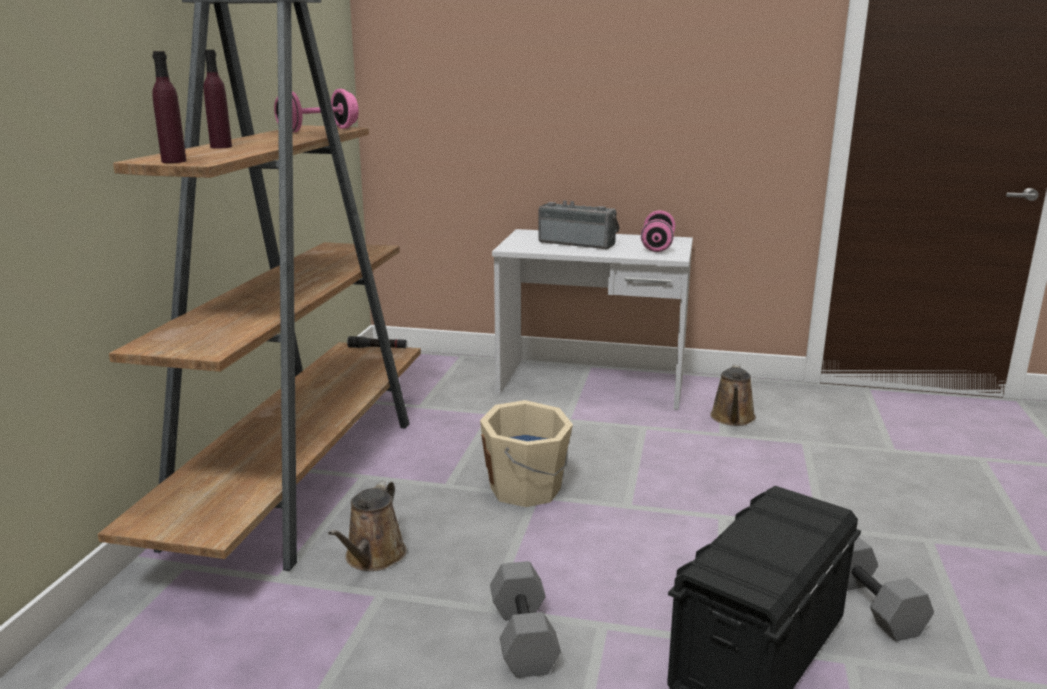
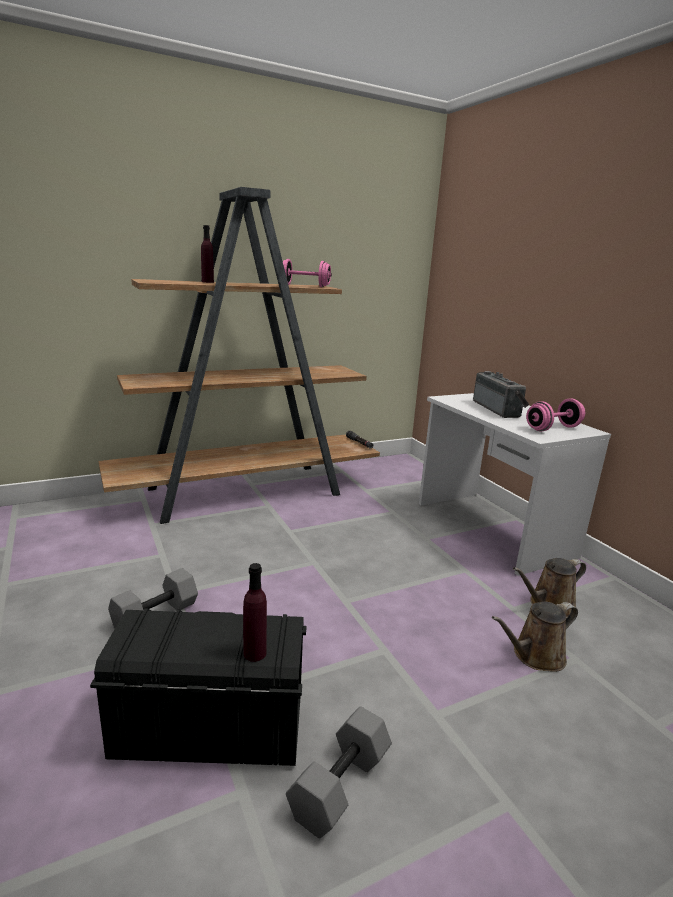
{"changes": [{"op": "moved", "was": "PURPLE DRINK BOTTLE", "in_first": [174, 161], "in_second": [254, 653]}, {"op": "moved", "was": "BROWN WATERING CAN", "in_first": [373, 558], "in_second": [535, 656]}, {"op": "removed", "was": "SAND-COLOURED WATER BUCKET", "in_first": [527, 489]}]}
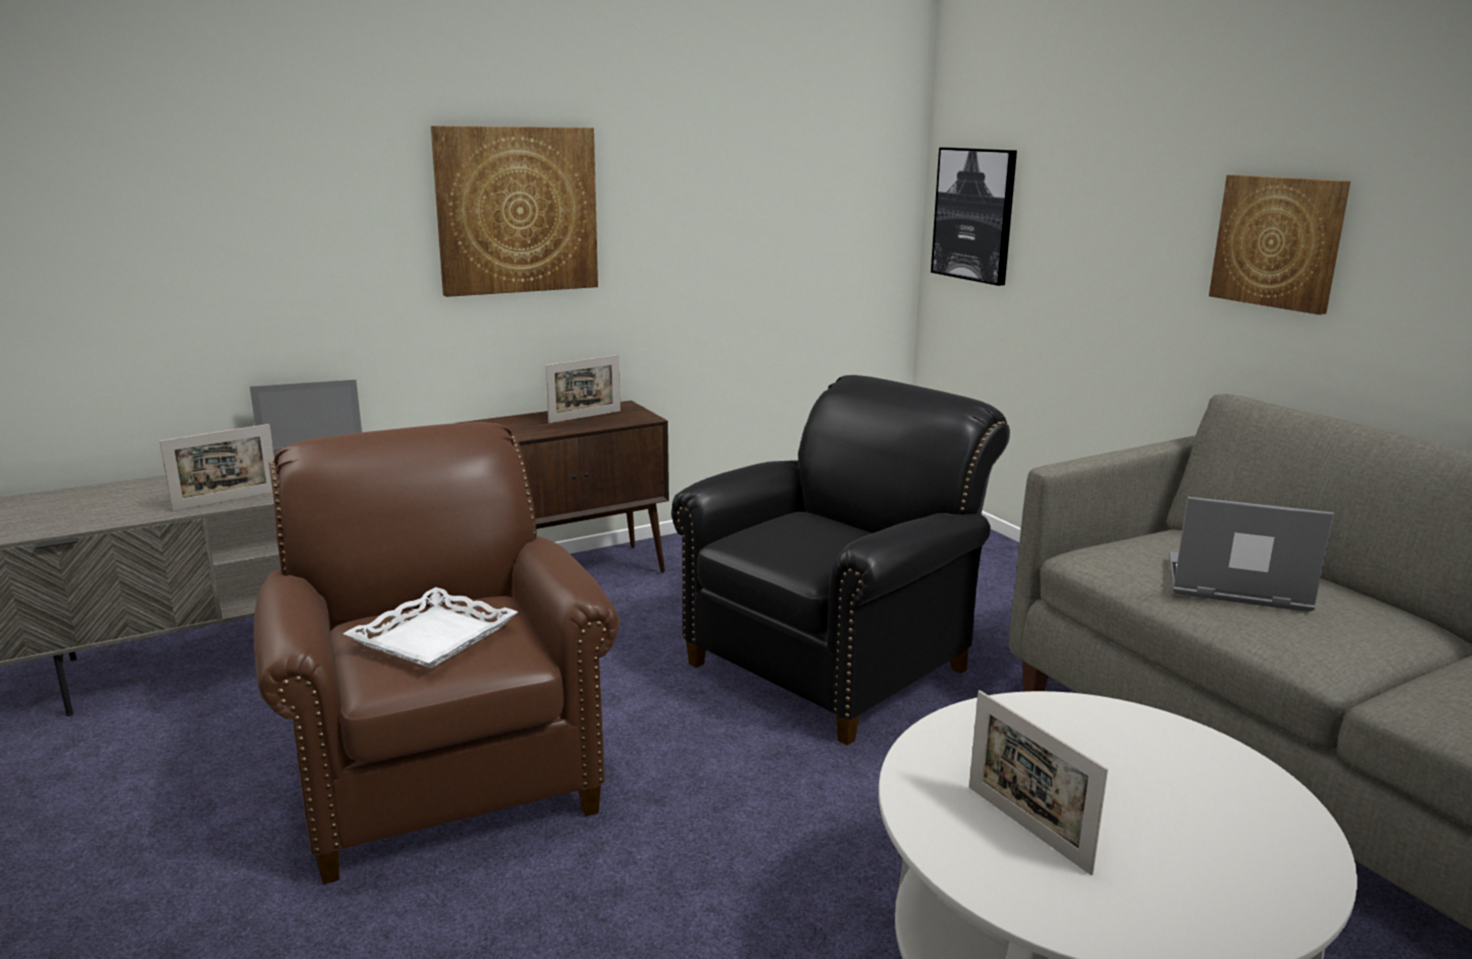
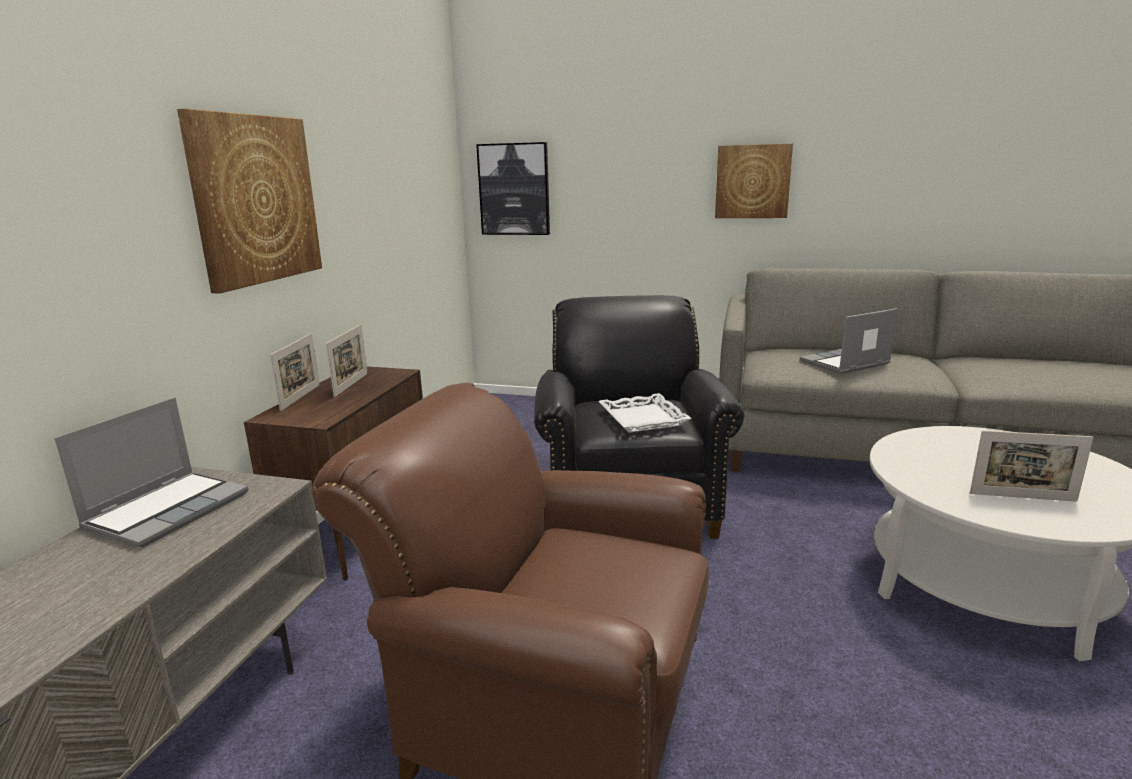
{"changes": [{"op": "moved", "was": "PICTURE FRAME", "in_first": [226, 501], "in_second": [300, 397]}, {"op": "moved", "was": "WHITISH CARRYING TRAY", "in_first": [434, 638], "in_second": [643, 418]}]}
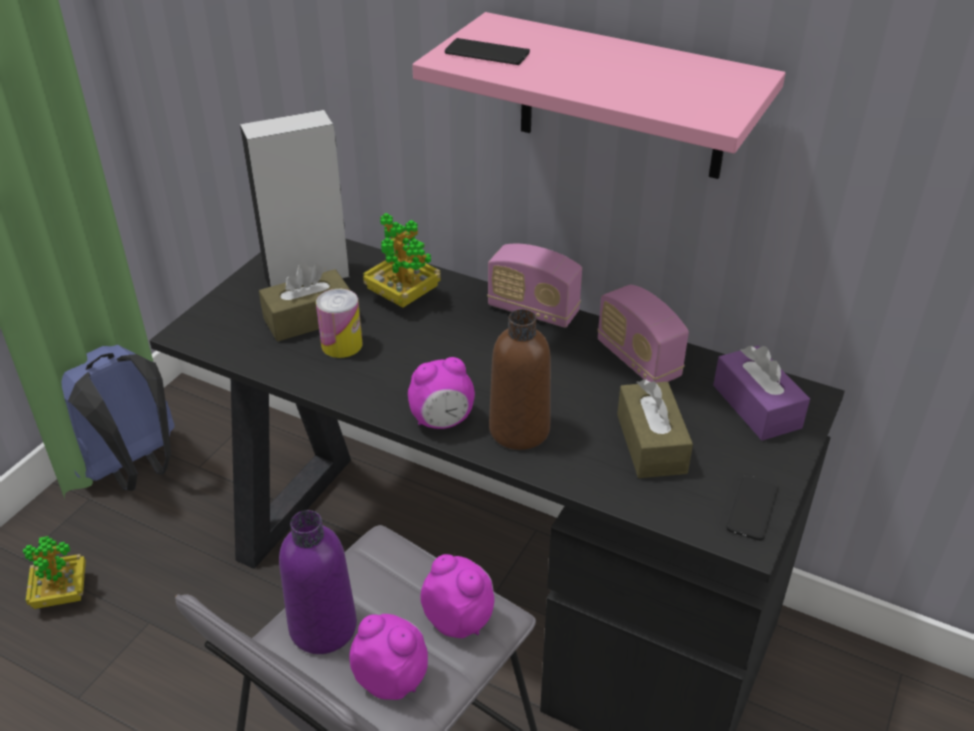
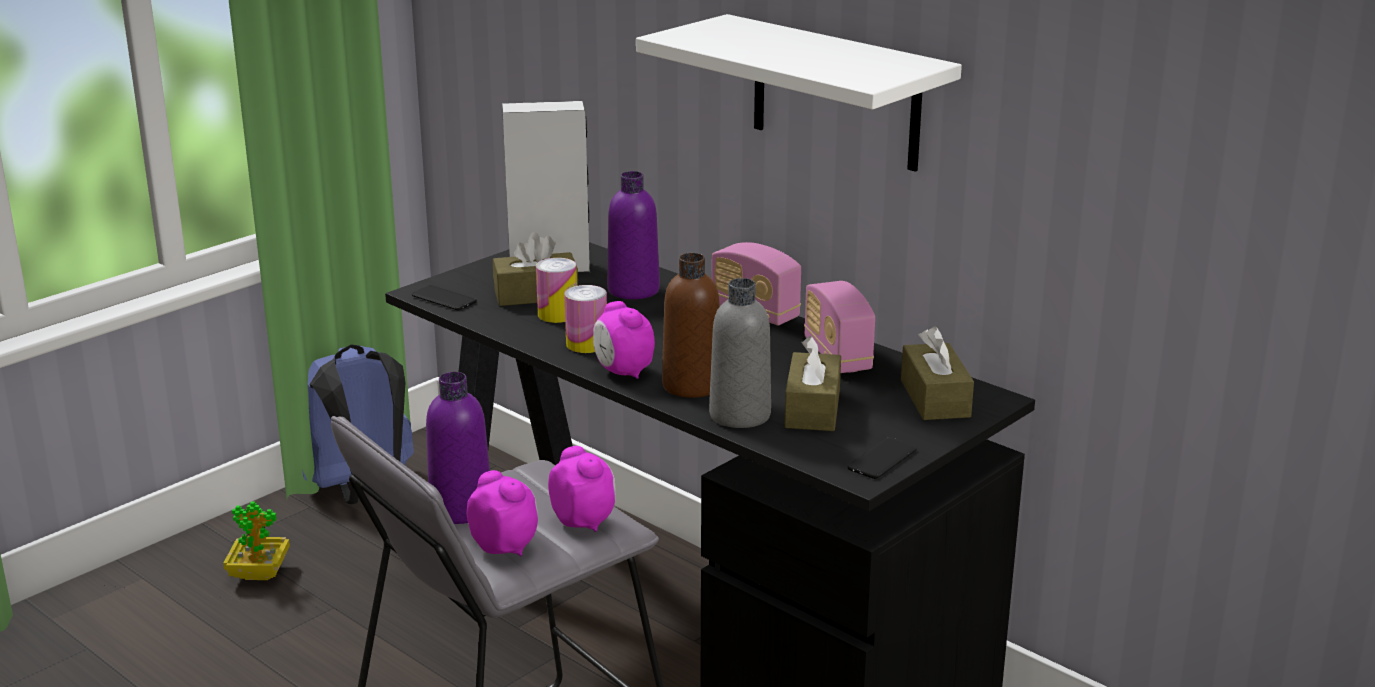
{"changes": [{"op": "replaced", "was": "POTTED PLANT", "now": "PURPLE DRINK BOTTLE", "in_first": [403, 297], "in_second": [633, 290]}, {"op": "turned", "was": "TABLE CLOCK", "in_first": [442, 421], "in_second": [623, 372], "clockwise": 60}, {"op": "recoloured", "was": "PINKISH BRACKET SHELF", "now": "WHITISH BRACKET SHELF", "in_first": [622, 98], "in_second": [836, 93]}, {"op": "moved", "was": "PHONE", "in_first": [487, 53], "in_second": [444, 299]}, {"op": "recoloured", "was": "PURPLE BOX OF TISSUES", "now": "BROWN BOX OF TISSUES", "in_first": [756, 406], "in_second": [935, 398]}, {"op": "added", "now": "CAN", "in_second": [586, 344]}, {"op": "added", "now": "GRAY DRINK BOTTLE", "in_second": [740, 415]}]}
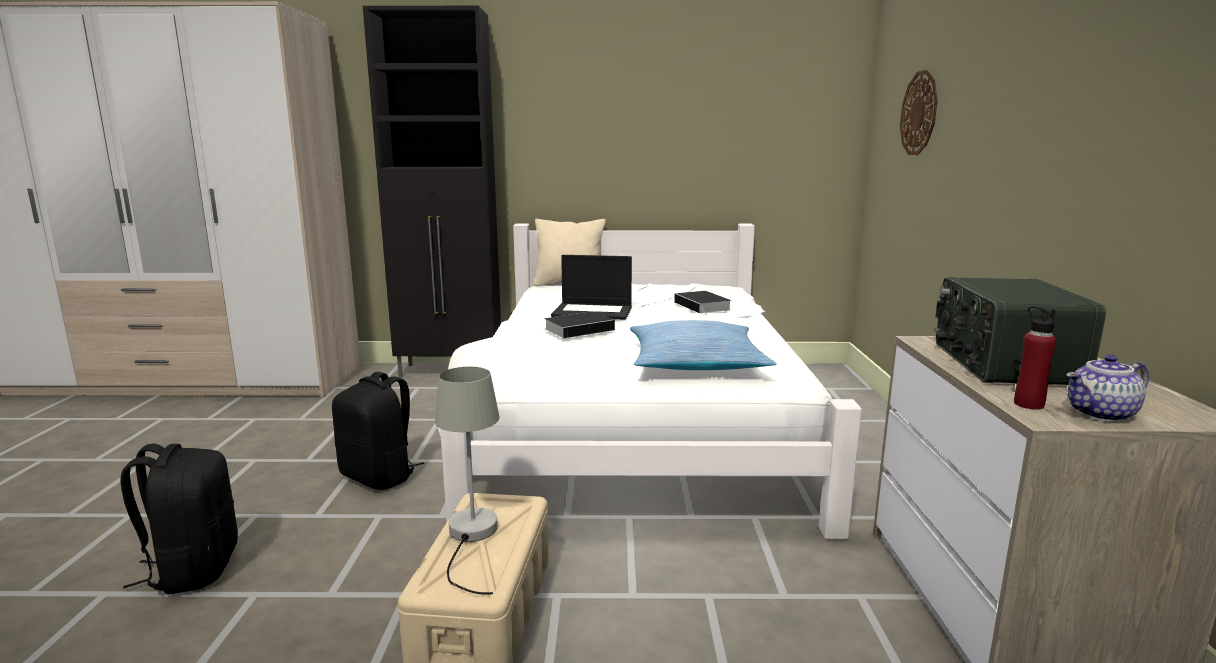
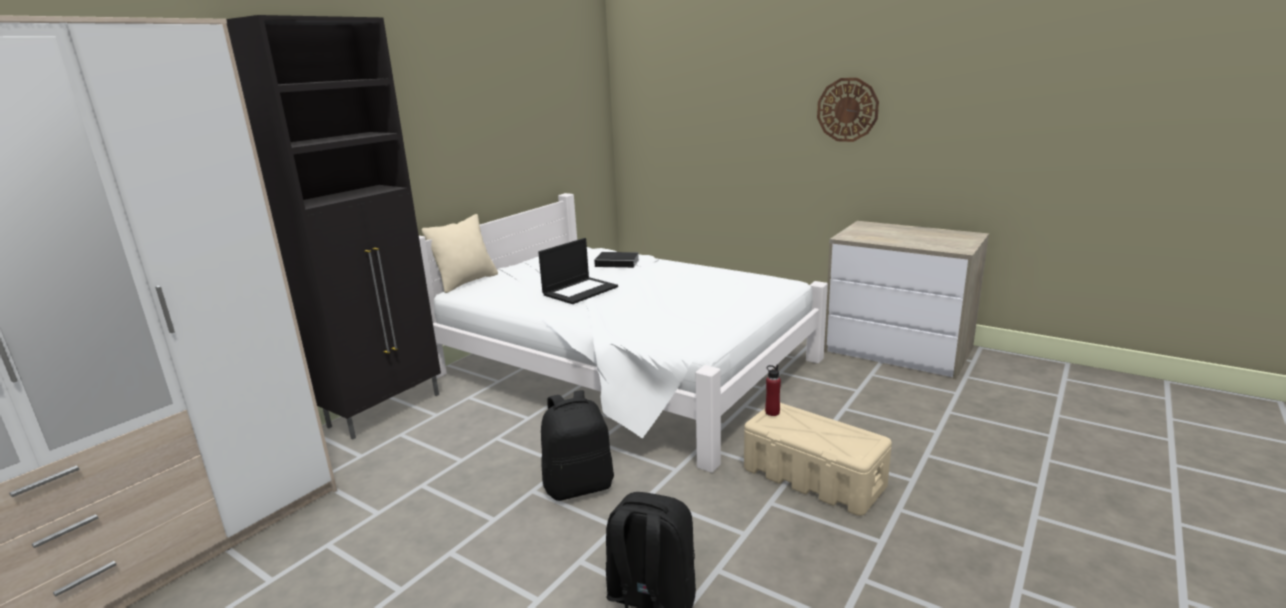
{"changes": [{"op": "removed", "was": "GRAY TABLE LAMP", "in_first": [471, 537]}, {"op": "removed", "was": "VOLUME", "in_first": [580, 329]}, {"op": "removed", "was": "PILLOW", "in_first": [695, 363]}, {"op": "moved", "was": "HANGING CLOCK", "in_first": [919, 113], "in_second": [847, 110]}, {"op": "removed", "was": "RADIO SET", "in_first": [1002, 364]}, {"op": "moved", "was": "RED DRINK BOTTLE", "in_first": [1028, 404], "in_second": [772, 412]}, {"op": "removed", "was": "TEA POT", "in_first": [1102, 414]}]}
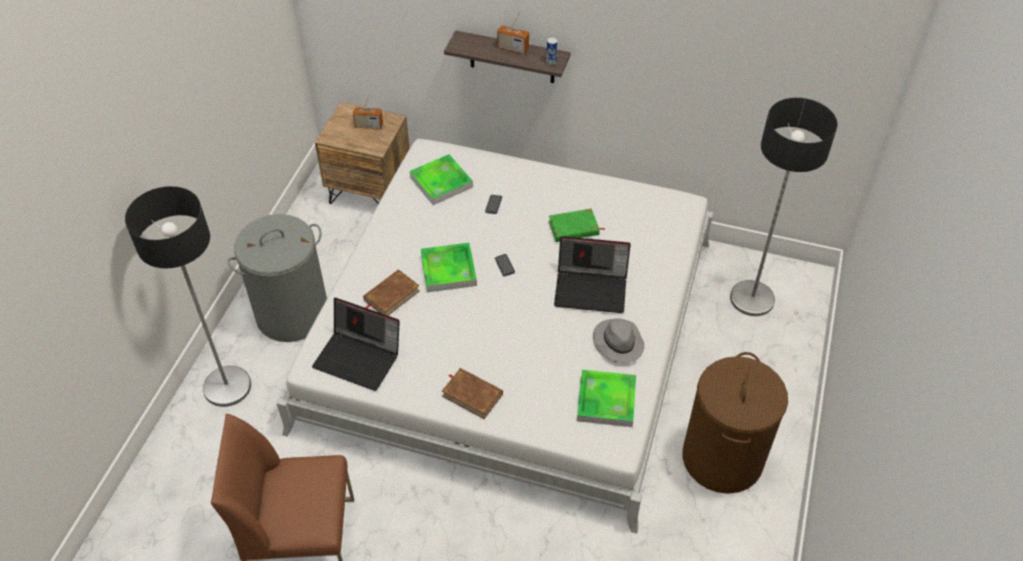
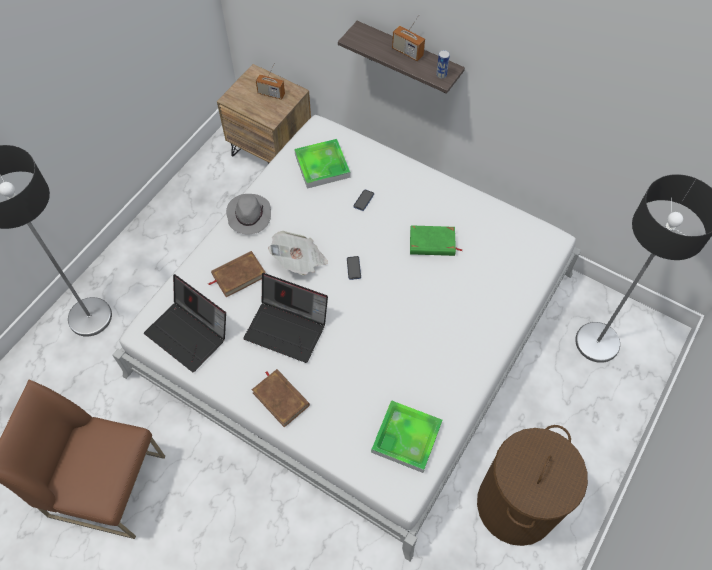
{"changes": [{"op": "removed", "was": "GRAY WASHING BASKET", "in_first": [292, 313]}, {"op": "replaced", "was": "CARRYING TRAY", "now": "PRINTED PAPER", "in_first": [448, 270], "in_second": [299, 261]}, {"op": "moved", "was": "NOTEBOOK COMPUTER", "in_first": [592, 288], "in_second": [288, 328]}, {"op": "moved", "was": "GRAY HAT", "in_first": [618, 342], "in_second": [249, 215]}]}
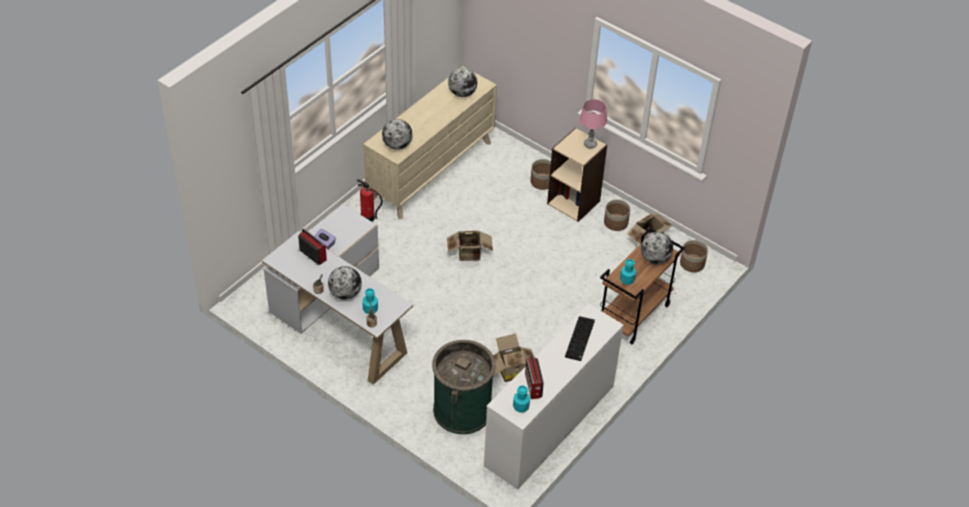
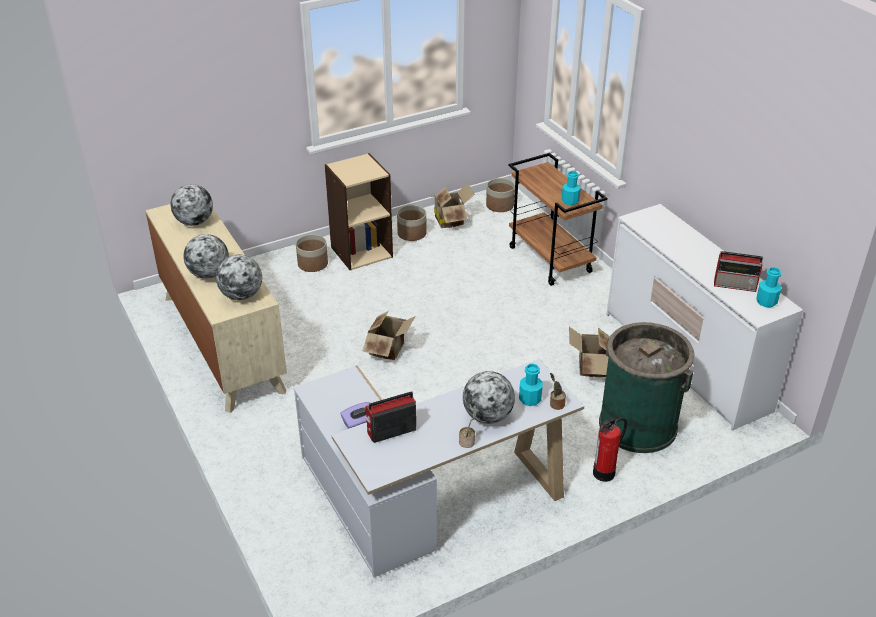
{"changes": [{"op": "moved", "was": "EXTINGUISHER", "in_first": [367, 218], "in_second": [604, 473]}, {"op": "removed", "was": "KEYBOARD", "in_first": [580, 339]}, {"op": "removed", "was": "PINKISH TABLE LAMP", "in_first": [590, 144]}, {"op": "moved", "was": "DESK GLOBE", "in_first": [655, 259], "in_second": [209, 274]}]}
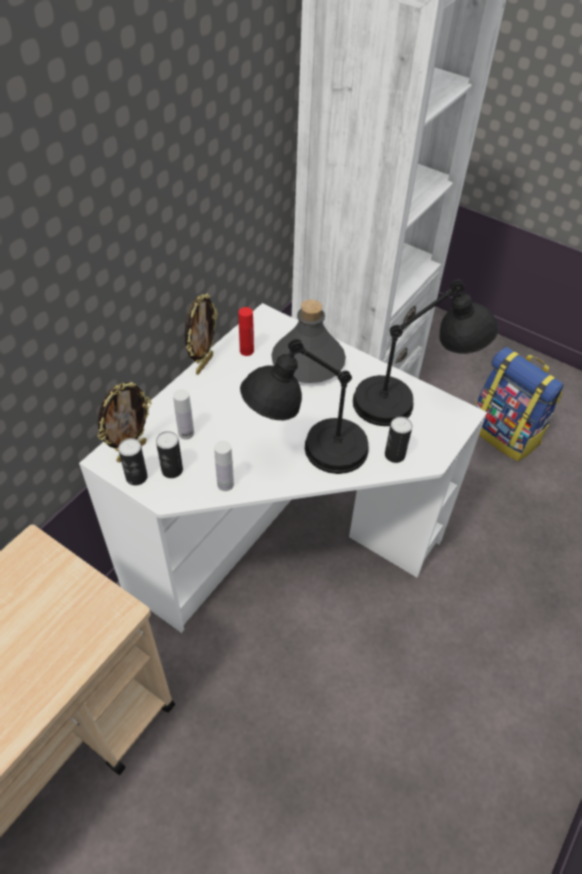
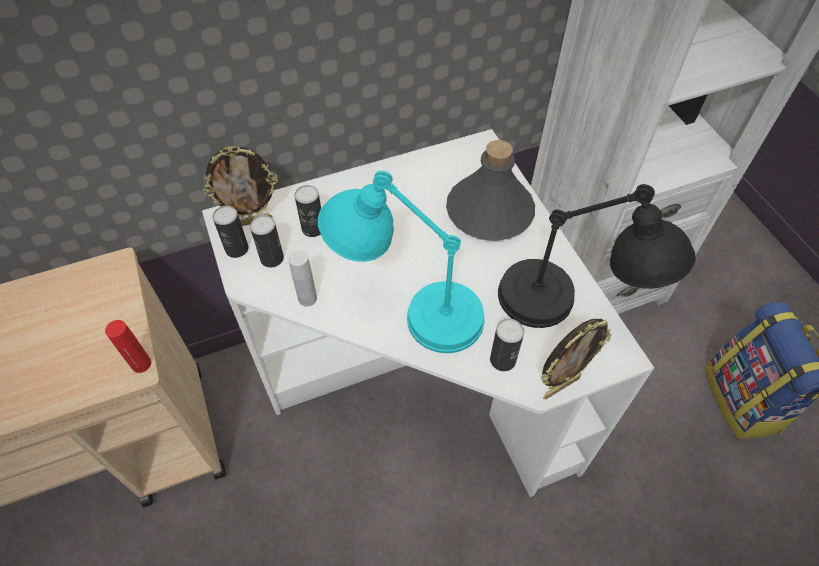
{"changes": [{"op": "replaced", "was": "WHITISH DRINK BOTTLE", "now": "CAN", "in_first": [186, 433], "in_second": [313, 228]}, {"op": "moved", "was": "PICTURE FRAME", "in_first": [203, 364], "in_second": [560, 386]}, {"op": "moved", "was": "RED DRINK BOTTLE", "in_first": [246, 351], "in_second": [141, 364]}, {"op": "recoloured", "was": "BLACK TABLE LAMP", "now": "TURQUOISE TABLE LAMP", "in_first": [308, 456], "in_second": [410, 312]}]}
